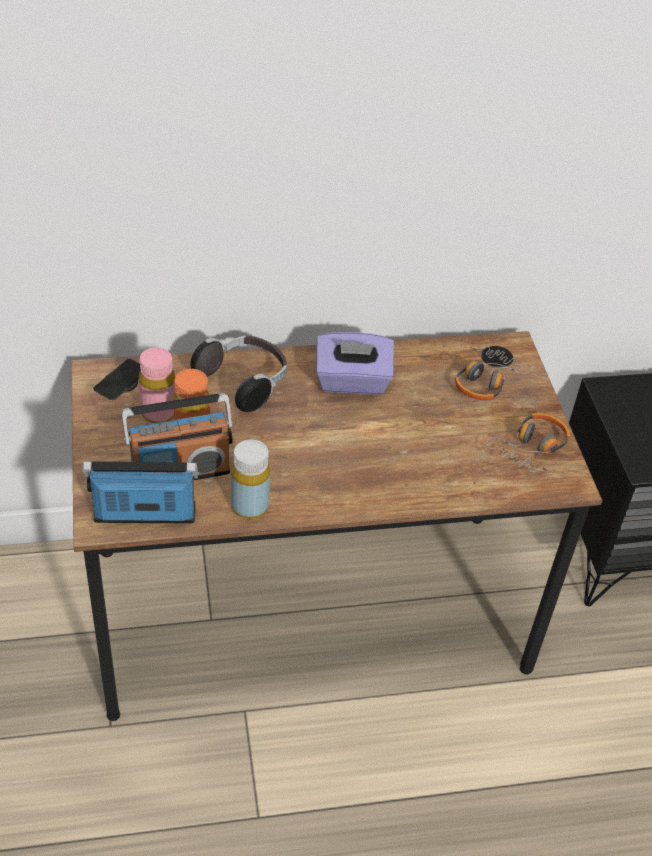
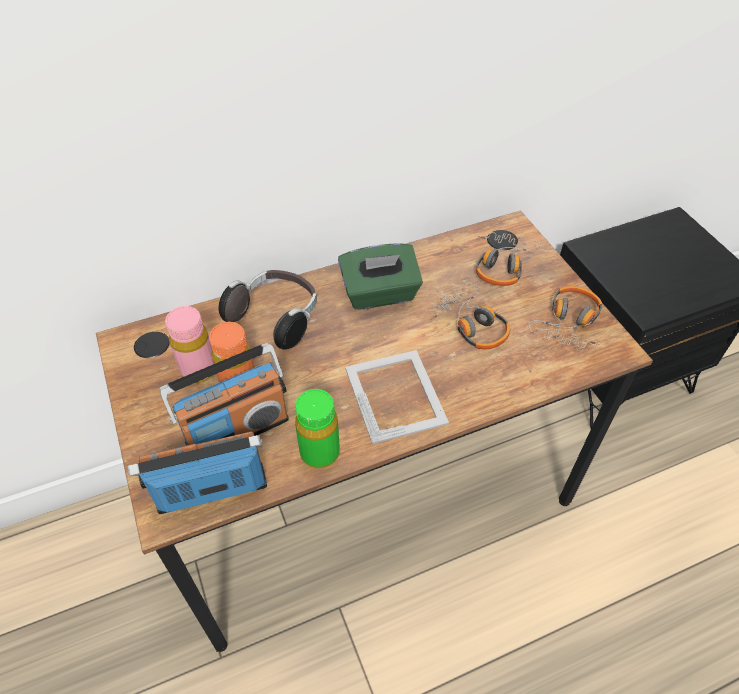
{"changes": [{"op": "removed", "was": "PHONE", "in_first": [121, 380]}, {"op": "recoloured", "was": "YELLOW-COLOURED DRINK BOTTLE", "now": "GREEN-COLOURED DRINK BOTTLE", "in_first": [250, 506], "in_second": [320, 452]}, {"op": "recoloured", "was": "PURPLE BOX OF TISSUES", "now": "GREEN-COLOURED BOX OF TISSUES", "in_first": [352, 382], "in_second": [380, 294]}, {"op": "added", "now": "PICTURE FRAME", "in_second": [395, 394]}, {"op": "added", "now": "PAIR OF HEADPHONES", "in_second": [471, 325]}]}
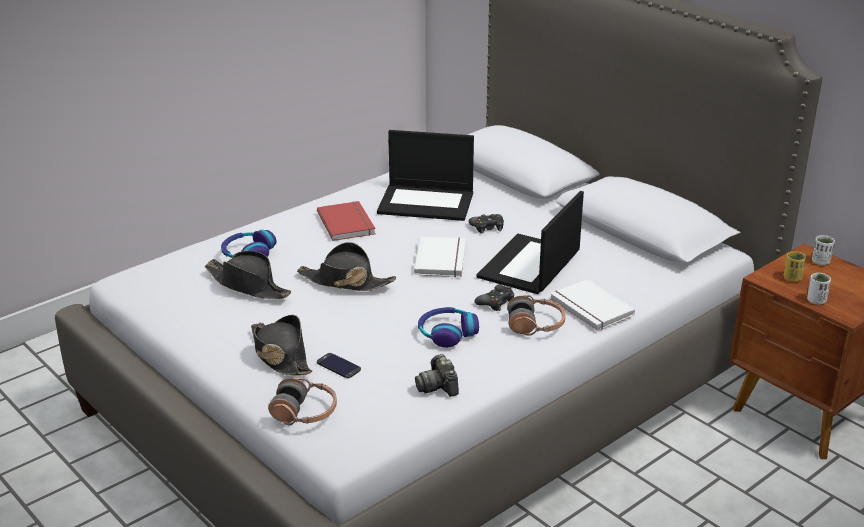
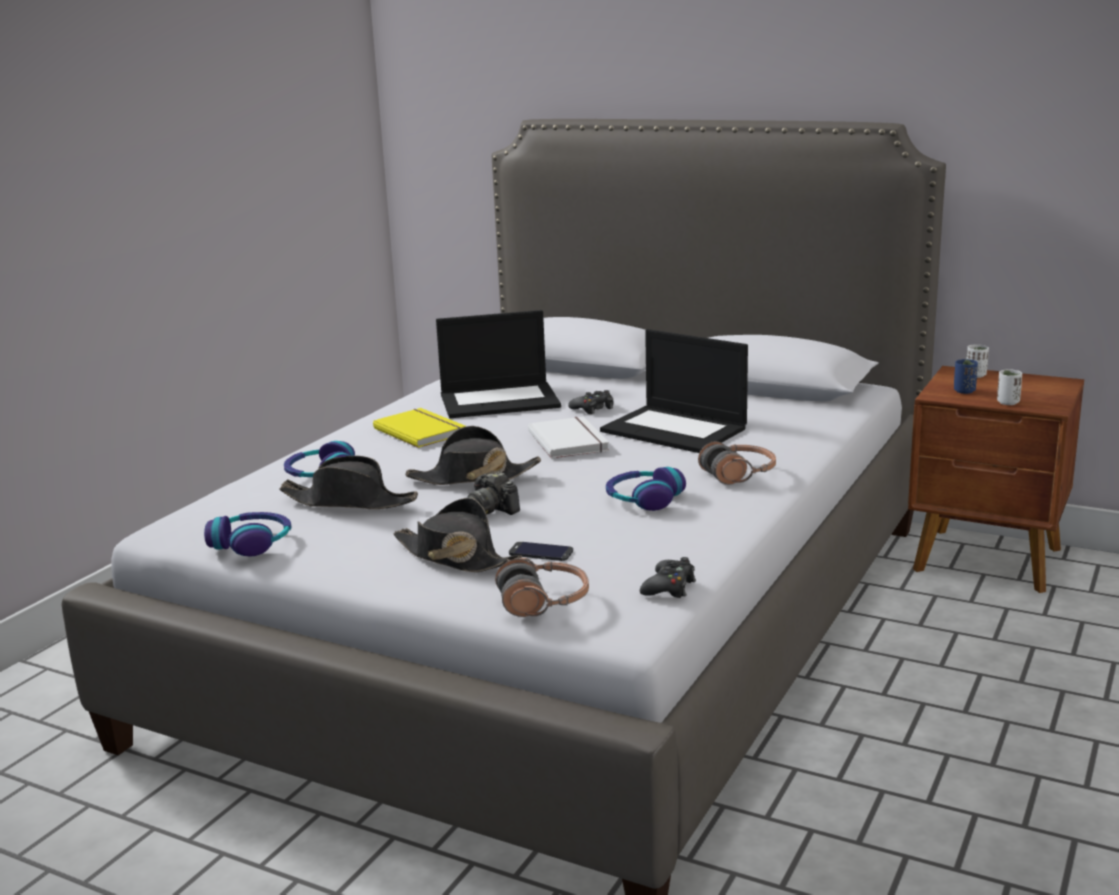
{"changes": [{"op": "recoloured", "was": "RED VOLUME", "now": "YELLOW-COLOURED VOLUME", "in_first": [348, 223], "in_second": [421, 430]}, {"op": "moved", "was": "STILL CAMERA", "in_first": [438, 386], "in_second": [491, 510]}, {"op": "moved", "was": "BLACK JOYPAD", "in_first": [496, 302], "in_second": [669, 587]}, {"op": "turned", "was": "NOTEBOOK COMPUTER", "in_first": [529, 265], "in_second": [676, 430], "clockwise": -60}, {"op": "removed", "was": "WHITISH VOLUME", "in_first": [590, 308]}, {"op": "recoloured", "was": "YELLOW-COLOURED CUP", "now": "BLUE-COLOURED CUP", "in_first": [792, 278], "in_second": [964, 391]}, {"op": "added", "now": "PAIR OF HEADPHONES", "in_second": [251, 543]}]}
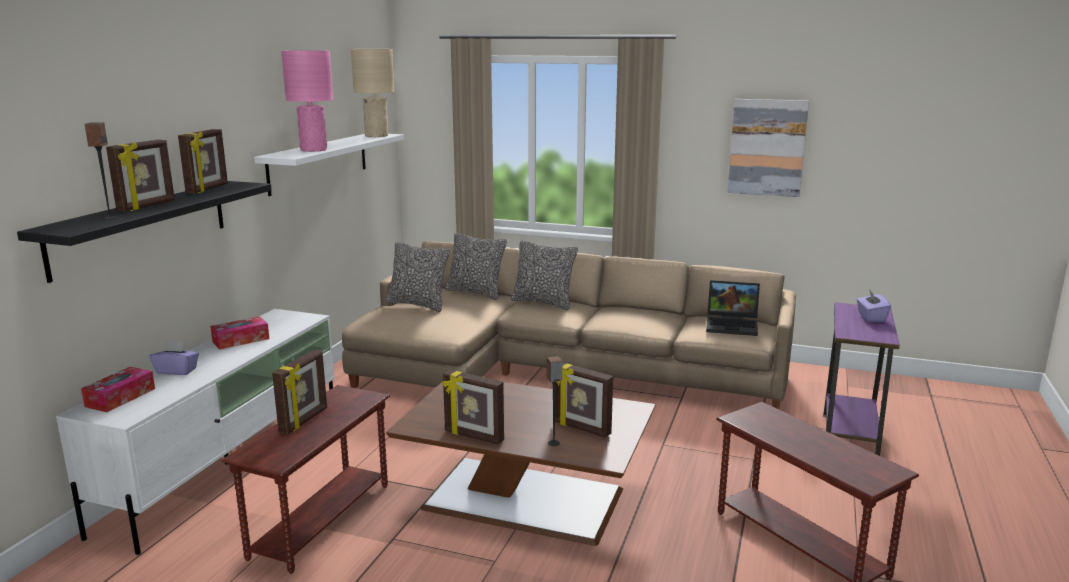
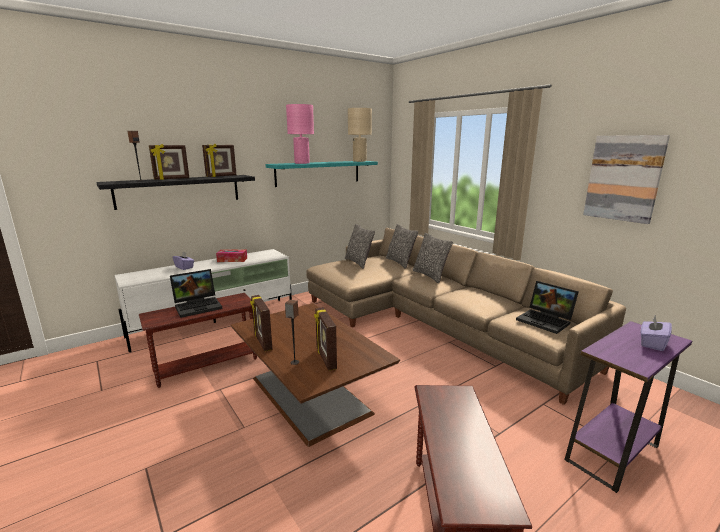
{"changes": [{"op": "removed", "was": "BOX OF TISSUES", "in_first": [120, 397]}, {"op": "recoloured", "was": "WHITISH BRACKET SHELF", "now": "TURQUOISE BRACKET SHELF", "in_first": [319, 162], "in_second": [318, 173]}, {"op": "replaced", "was": "PICTURE FRAME", "now": "NOTEBOOK COMPUTER", "in_first": [304, 420], "in_second": [199, 306]}]}
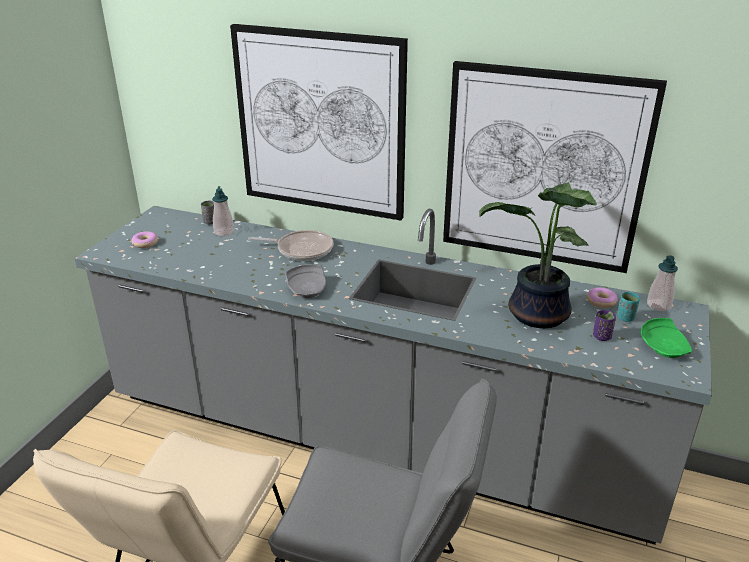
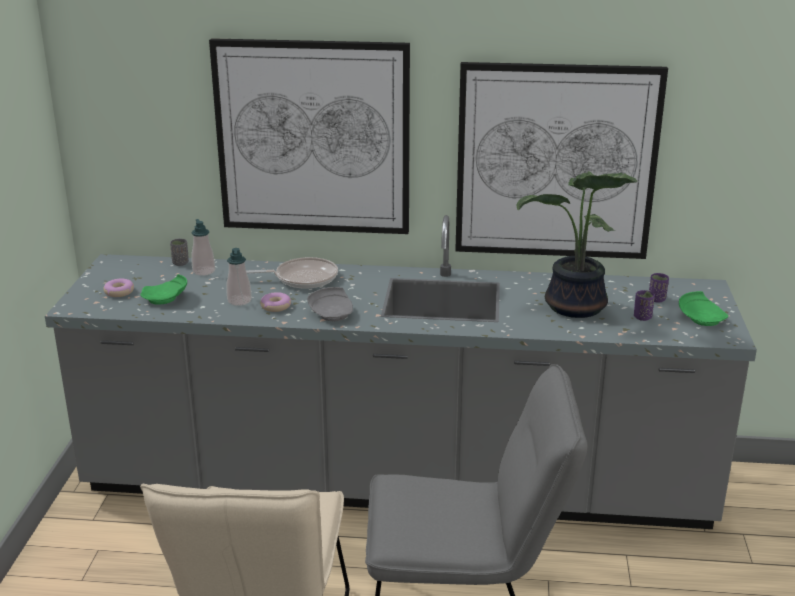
{"changes": [{"op": "moved", "was": "DOUGHNUT", "in_first": [601, 301], "in_second": [276, 306]}, {"op": "recoloured", "was": "TURQUOISE CUP", "now": "PURPLE CUP", "in_first": [625, 318], "in_second": [657, 299]}, {"op": "moved", "was": "SOAP DISPENSER", "in_first": [658, 305], "in_second": [239, 301]}, {"op": "added", "now": "GREEN-COLOURED PLATE", "in_second": [166, 299]}]}
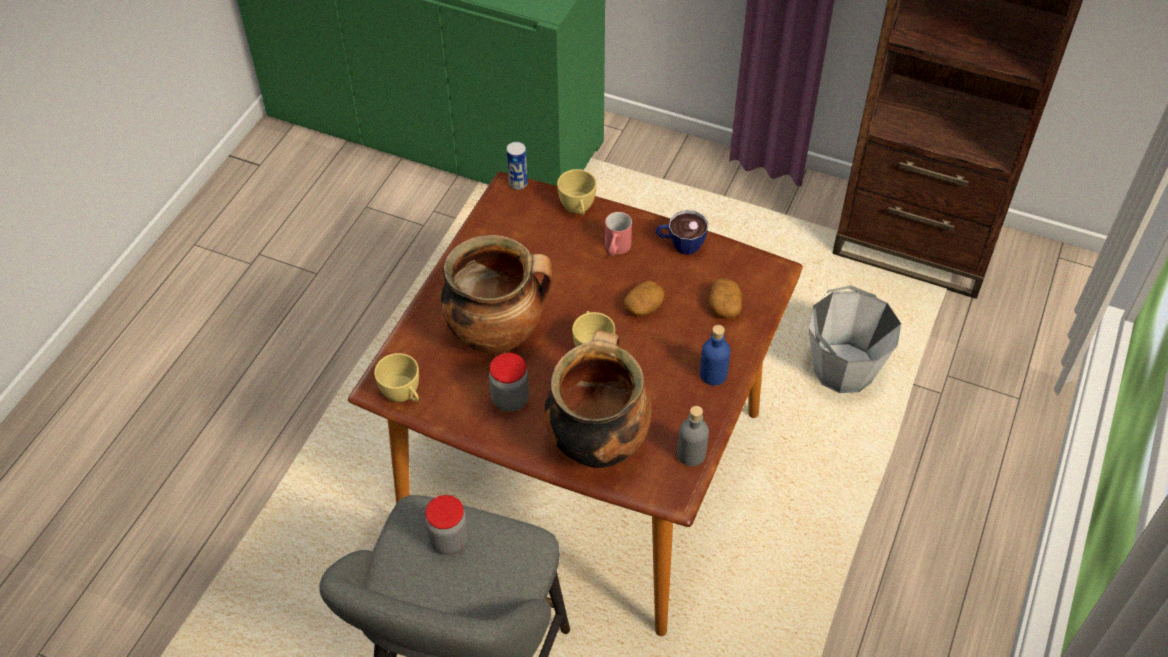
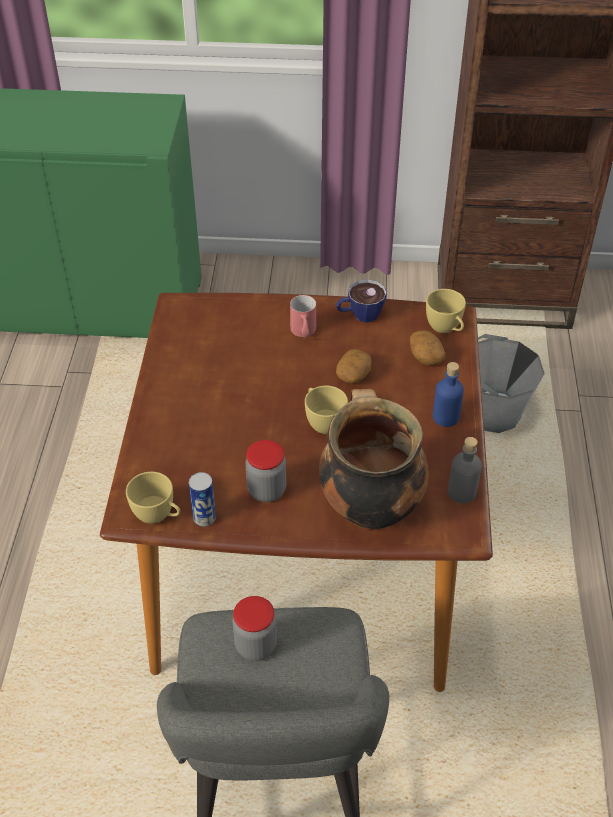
{"changes": [{"op": "removed", "was": "STOCKPOT", "in_first": [498, 334]}, {"op": "moved", "was": "CAN", "in_first": [518, 183], "in_second": [204, 518]}, {"op": "moved", "was": "YELLOW-COLOURED CUP", "in_first": [578, 209], "in_second": [445, 329]}]}
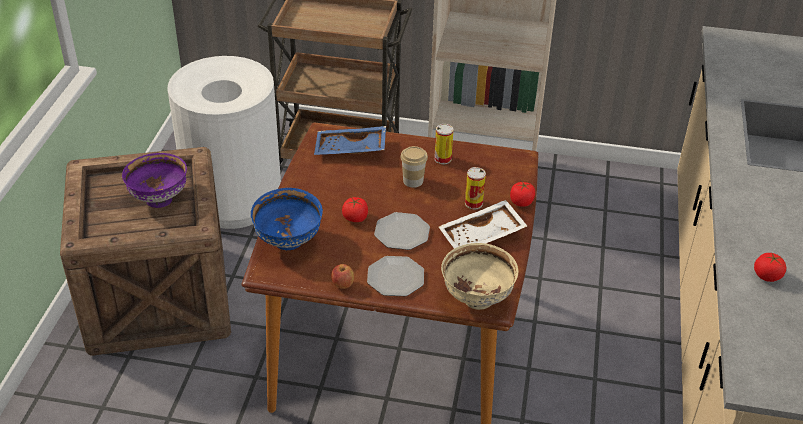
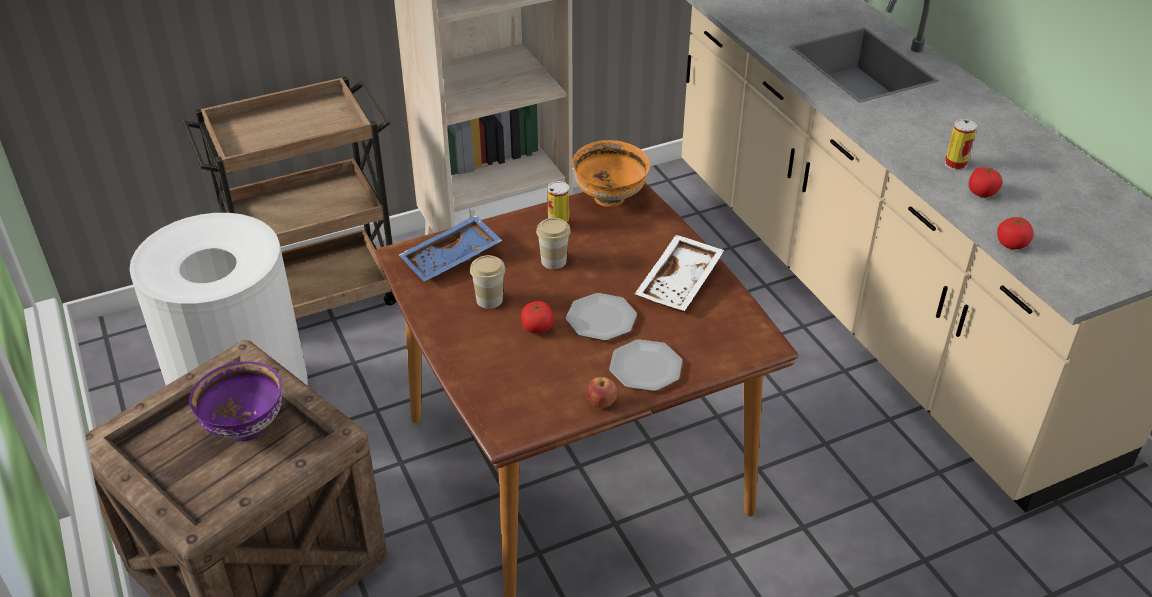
{"changes": [{"op": "removed", "was": "BLUE-COLOURED SERVING BOWL", "in_first": [289, 242]}, {"op": "removed", "was": "SAND-COLOURED SERVING BOWL", "in_first": [476, 299]}, {"op": "moved", "was": "CAN", "in_first": [473, 203], "in_second": [955, 164]}, {"op": "moved", "was": "WHOLE TOMATO", "in_first": [521, 202], "in_second": [1012, 244]}, {"op": "added", "now": "CUP", "in_second": [489, 300]}, {"op": "added", "now": "ORANGE-COLOURED SERVING BOWL", "in_second": [610, 198]}]}
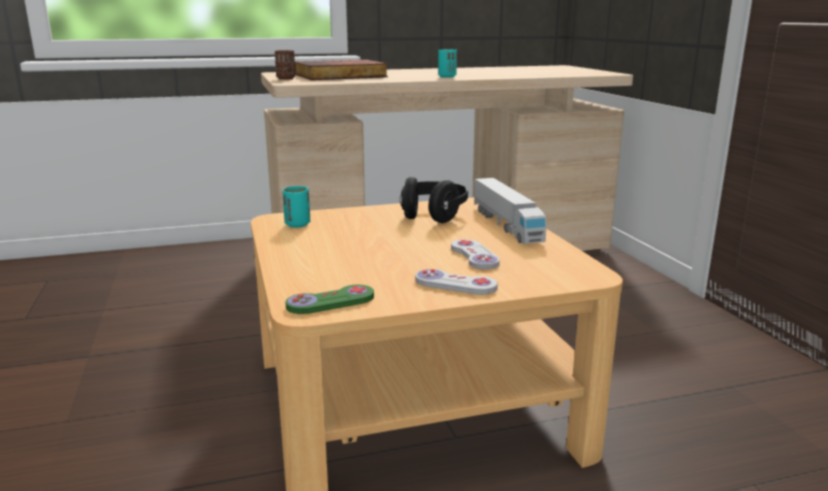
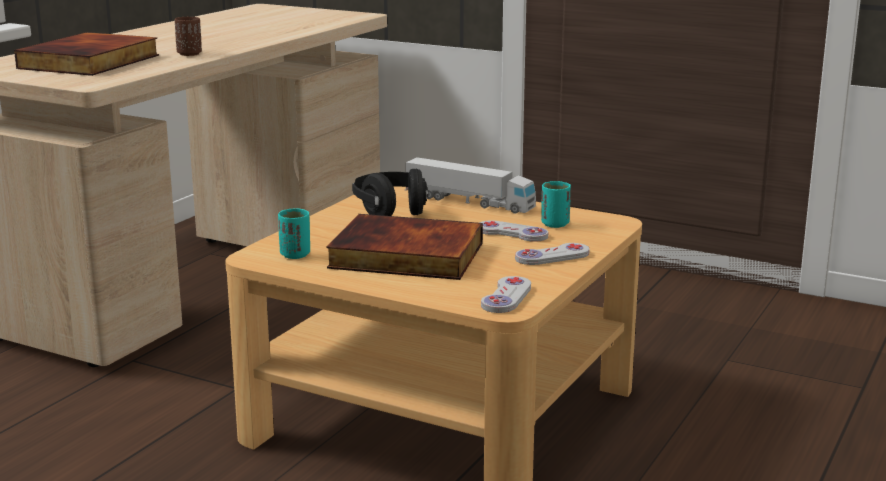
{"changes": [{"op": "moved", "was": "BROWN CUP", "in_first": [286, 79], "in_second": [189, 54]}, {"op": "recoloured", "was": "GREEN-COLOURED JOYPAD", "now": "WHITISH JOYPAD", "in_first": [330, 302], "in_second": [506, 297]}, {"op": "moved", "was": "TURQUOISE CUP", "in_first": [447, 77], "in_second": [555, 224]}, {"op": "added", "now": "VOLUME", "in_second": [405, 256]}]}
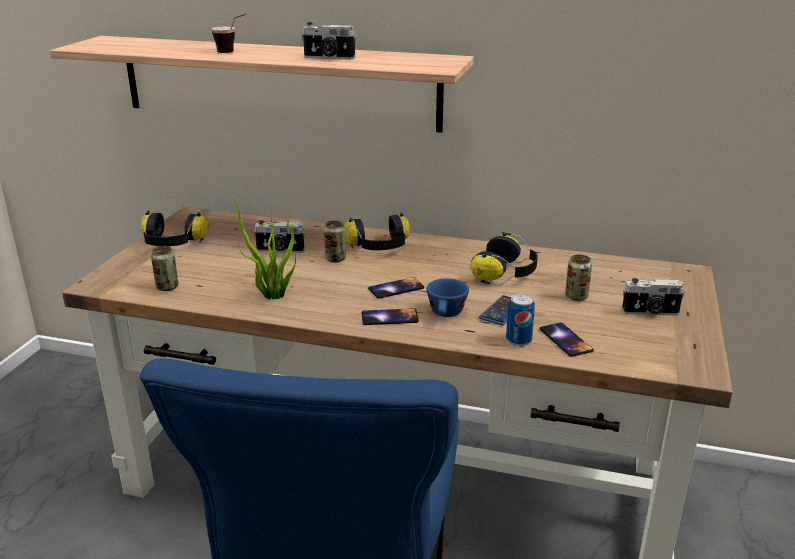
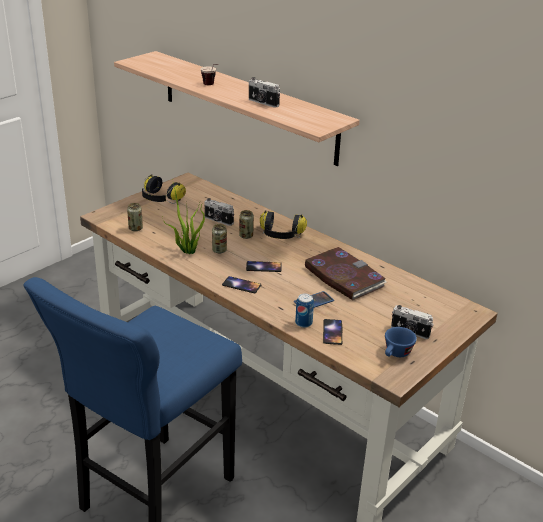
{"changes": [{"op": "moved", "was": "BLUE-COLOURED CUP", "in_first": [446, 314], "in_second": [396, 354]}, {"op": "replaced", "was": "PAIR OF HEADPHONES", "now": "VOLUME", "in_first": [506, 274], "in_second": [343, 277]}, {"op": "moved", "was": "CAN", "in_first": [576, 296], "in_second": [219, 250]}]}
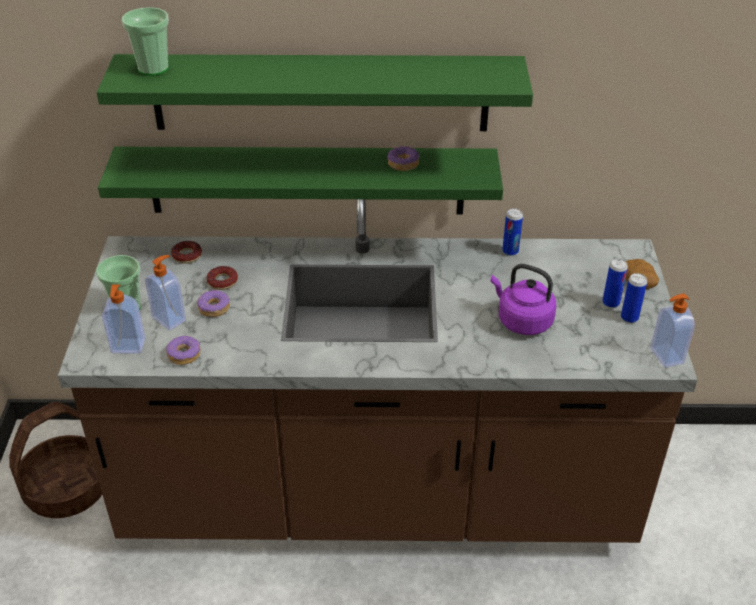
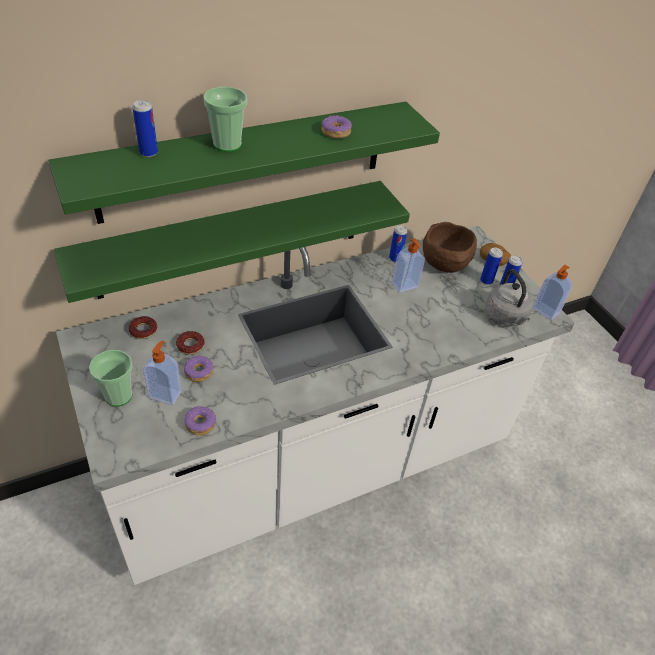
{"changes": [{"op": "removed", "was": "BASKET", "in_first": [67, 488]}, {"op": "recoloured", "was": "BROWN KITCHEN BASE UNIT", "now": "WHITISH KITCHEN BASE UNIT", "in_first": [378, 495], "in_second": [313, 465]}, {"op": "moved", "was": "SOAP DISPENSER", "in_first": [128, 347], "in_second": [405, 286]}, {"op": "moved", "was": "CUP", "in_first": [153, 68], "in_second": [227, 144]}, {"op": "moved", "was": "DOUGHNUT", "in_first": [403, 164], "in_second": [335, 132]}, {"op": "removed", "was": "PURPLE WATER KETTLE", "in_first": [522, 321]}, {"op": "added", "now": "CAN", "in_second": [148, 153]}, {"op": "added", "now": "BROWN SERVING BOWL", "in_second": [445, 265]}, {"op": "added", "now": "GRAY WATER KETTLE", "in_second": [506, 317]}]}
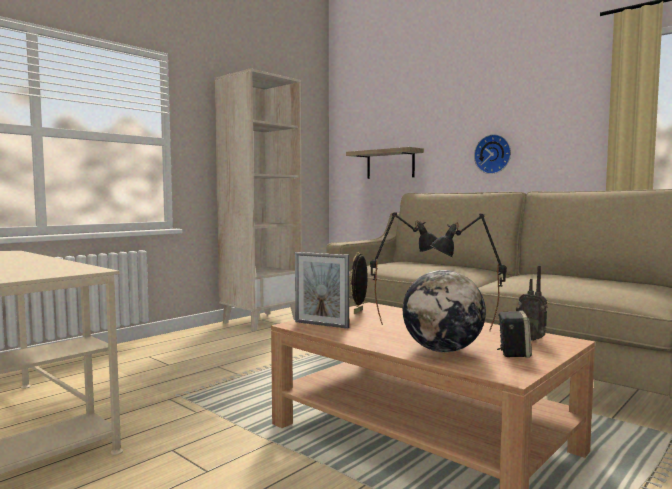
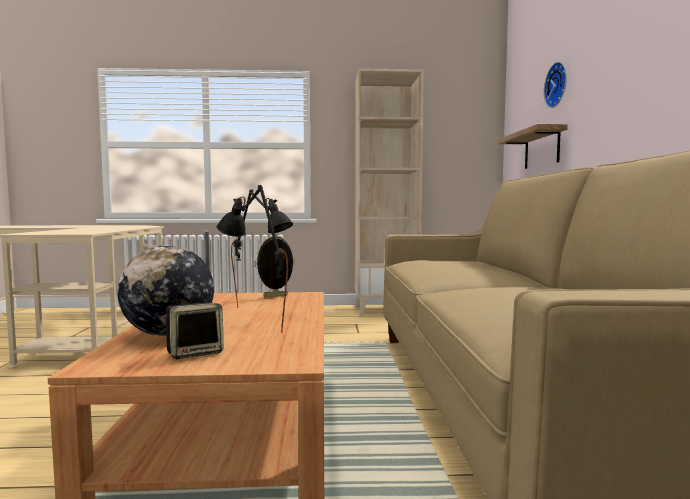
{"changes": [{"op": "moved", "was": "HANGING CLOCK", "in_first": [493, 154], "in_second": [558, 85]}, {"op": "removed", "was": "RADIO SET", "in_first": [531, 338]}]}
